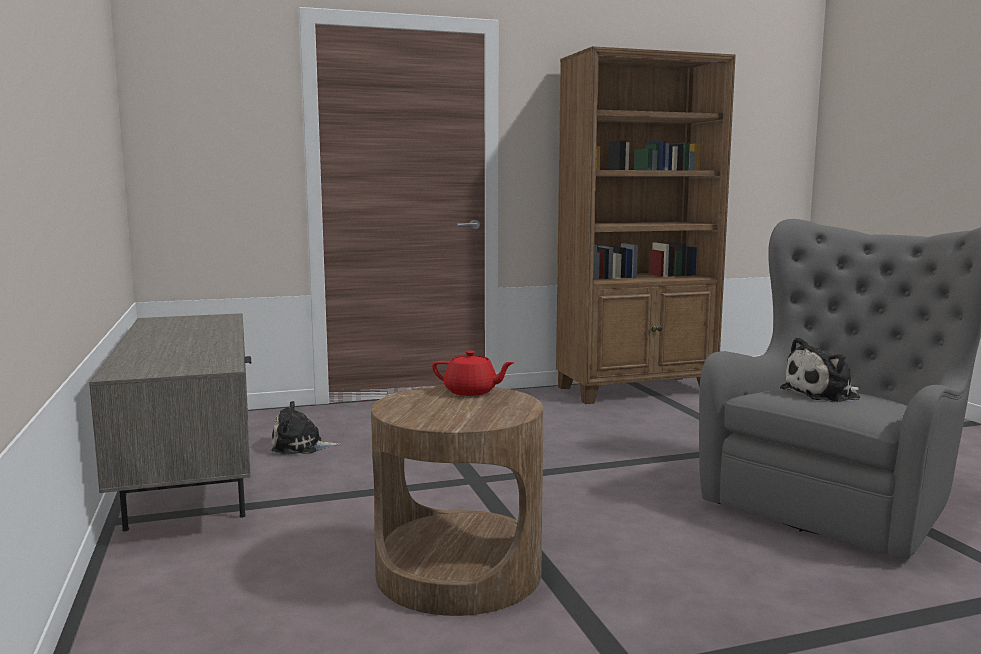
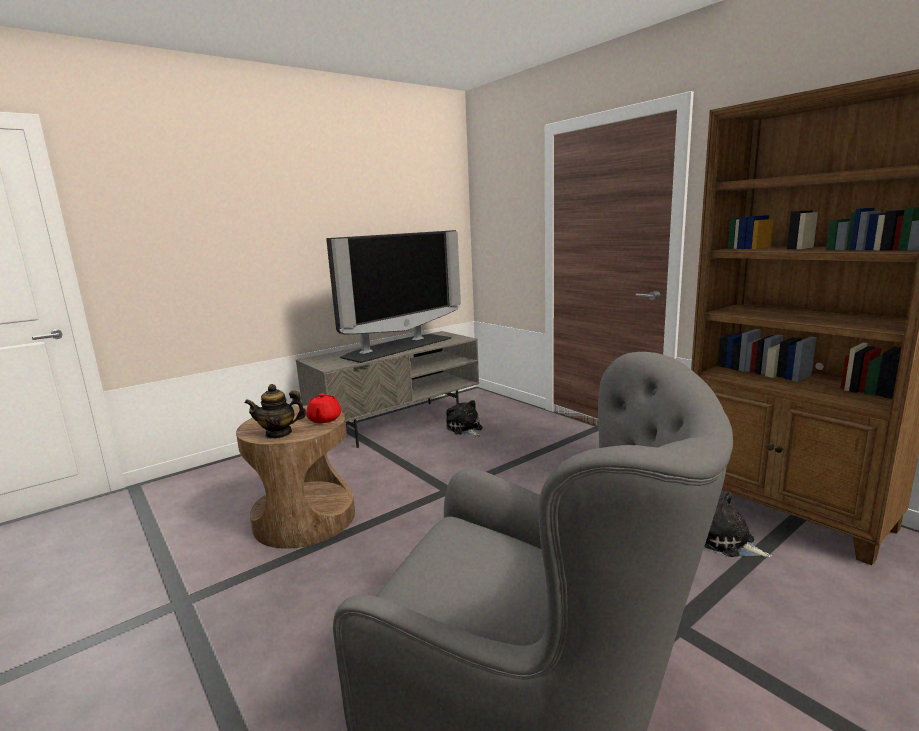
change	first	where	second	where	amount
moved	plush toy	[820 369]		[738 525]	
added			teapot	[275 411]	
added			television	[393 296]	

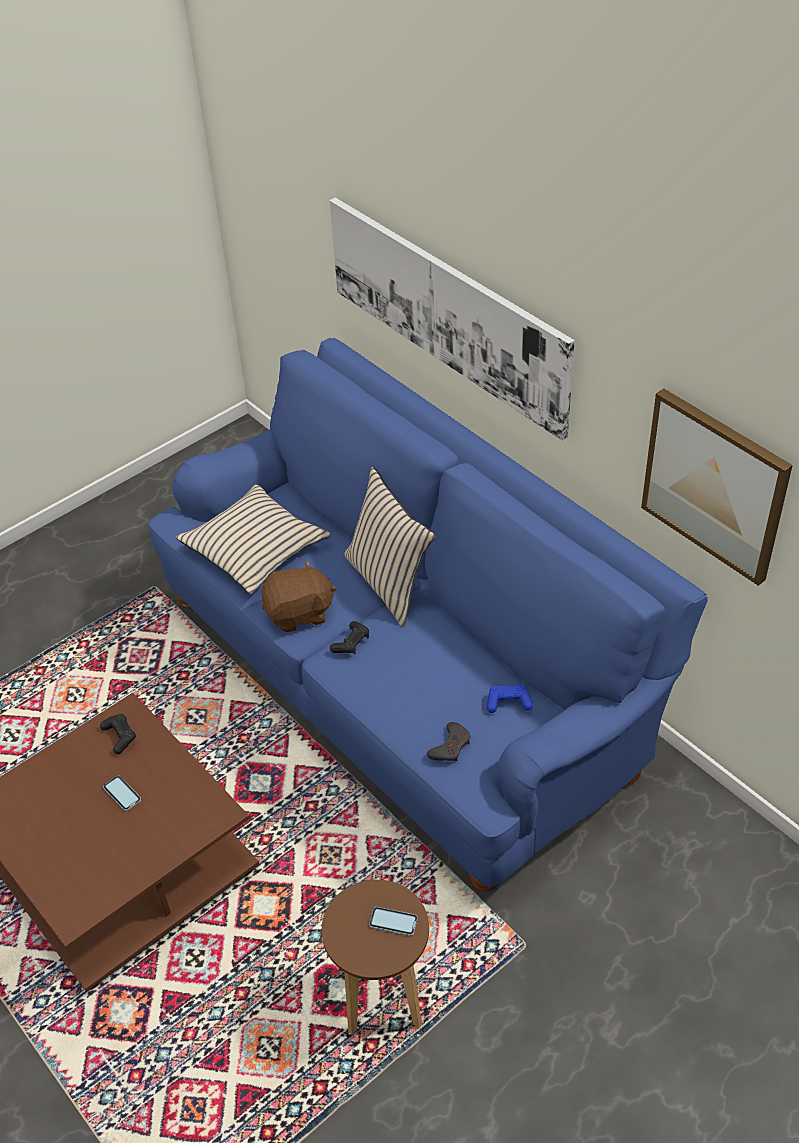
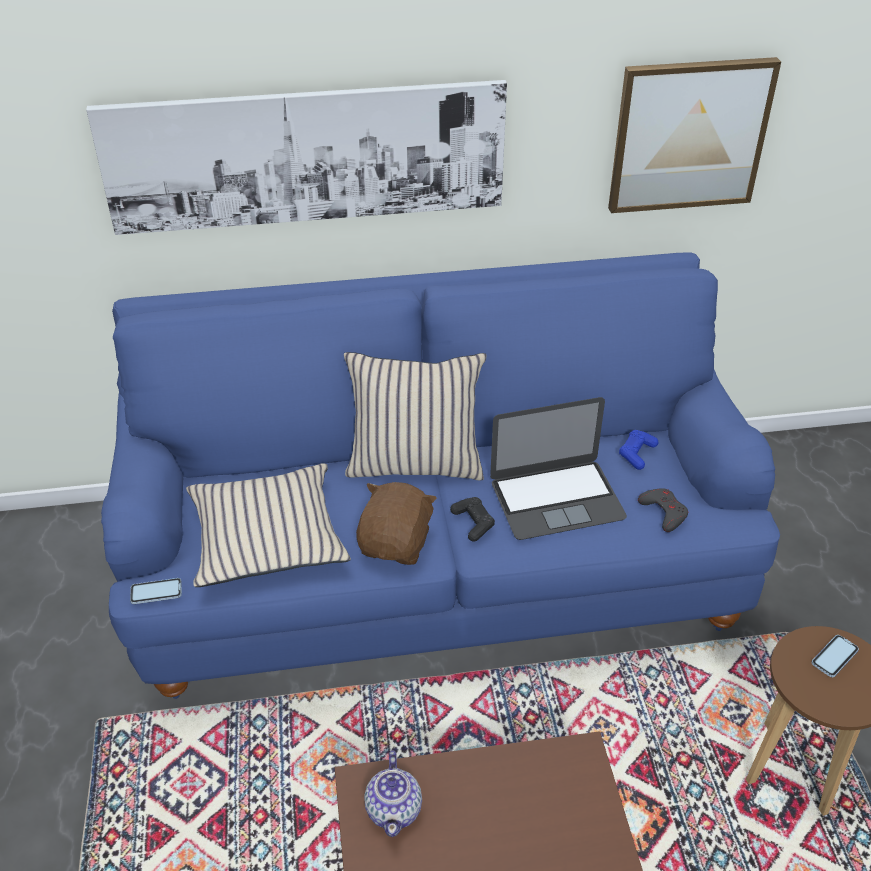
change	first	where	second	where	amount
replaced	black game controller	[118 734]	teapot	[393 794]	
moved	phone	[122 793]		[156 591]	
added			laptop	[558 468]	

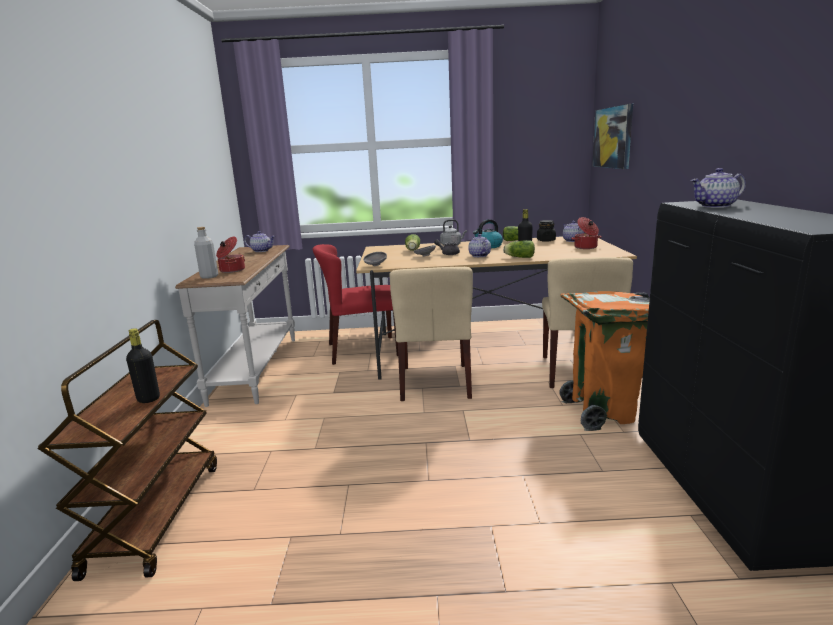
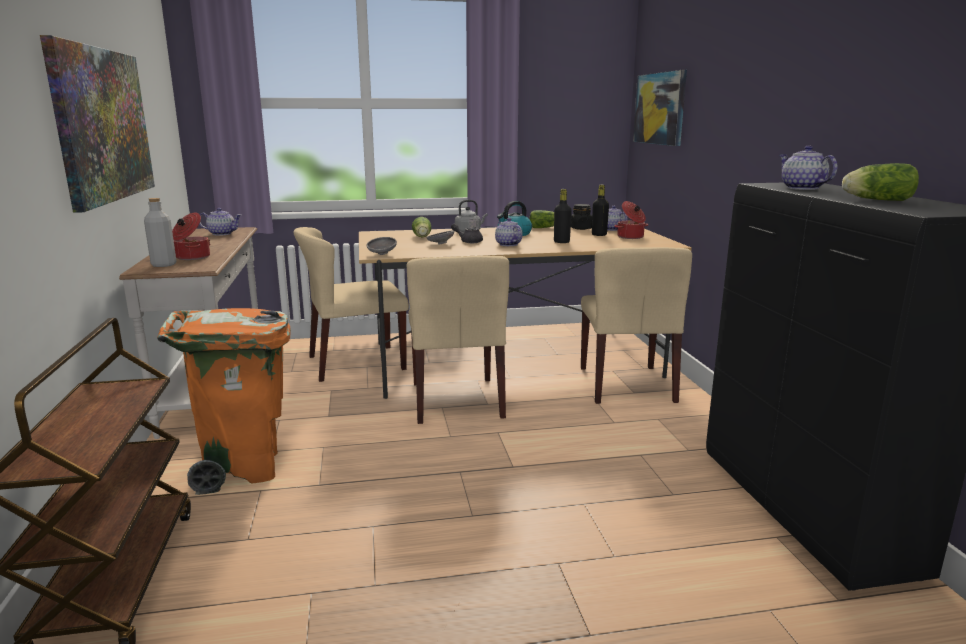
change	first	where	second	where	amount
moved	black bottle	[143 365]		[600 210]	
recoloured	red chair	[355 304]	beige chair	[351 304]	
moved	lettuce	[519 249]		[880 182]	
moved	orange trash can	[604 361]		[224 401]	
turned	teapot	[718 188]		[808 168]	90 degrees clockwise
added			picture	[97 124]	

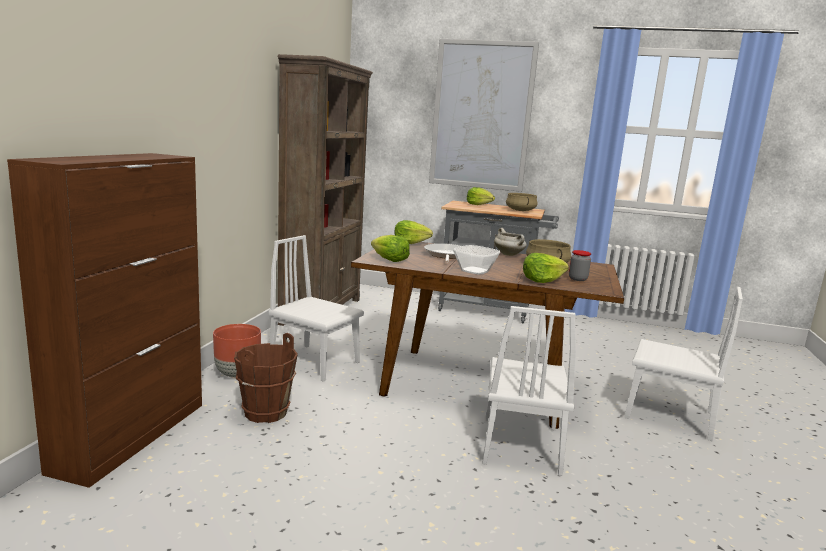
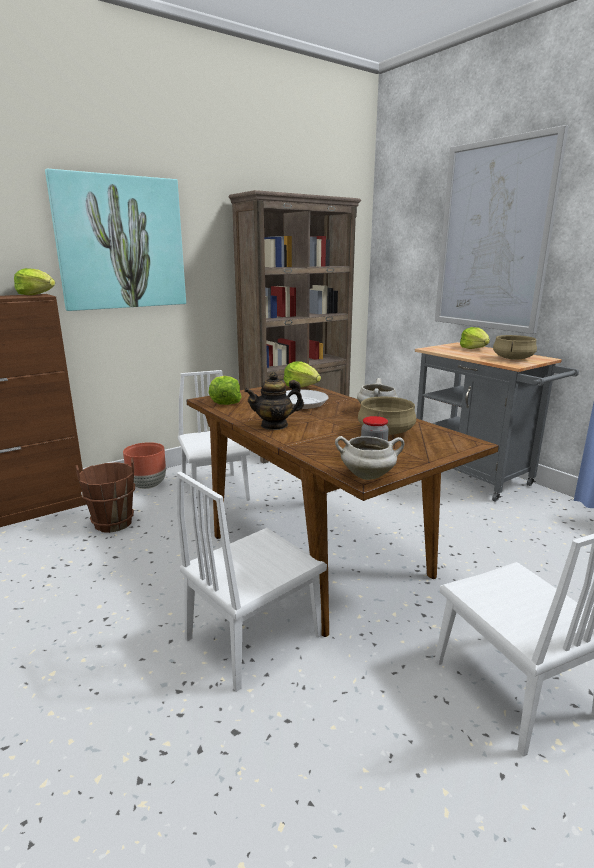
change	first	where	second	where	amount
replaced	bowl	[476 259]	teapot	[274 401]	
moved	lettuce	[546 268]		[34 281]	
added			picture	[115 240]	
added			white cooking pot	[369 458]	

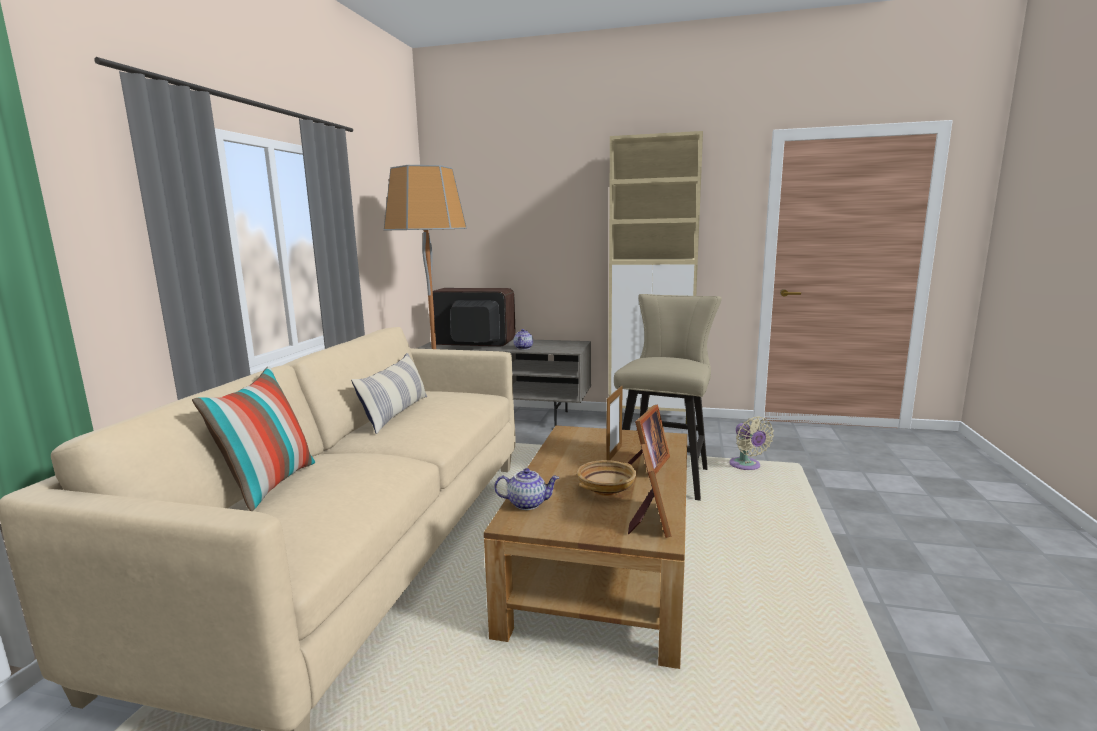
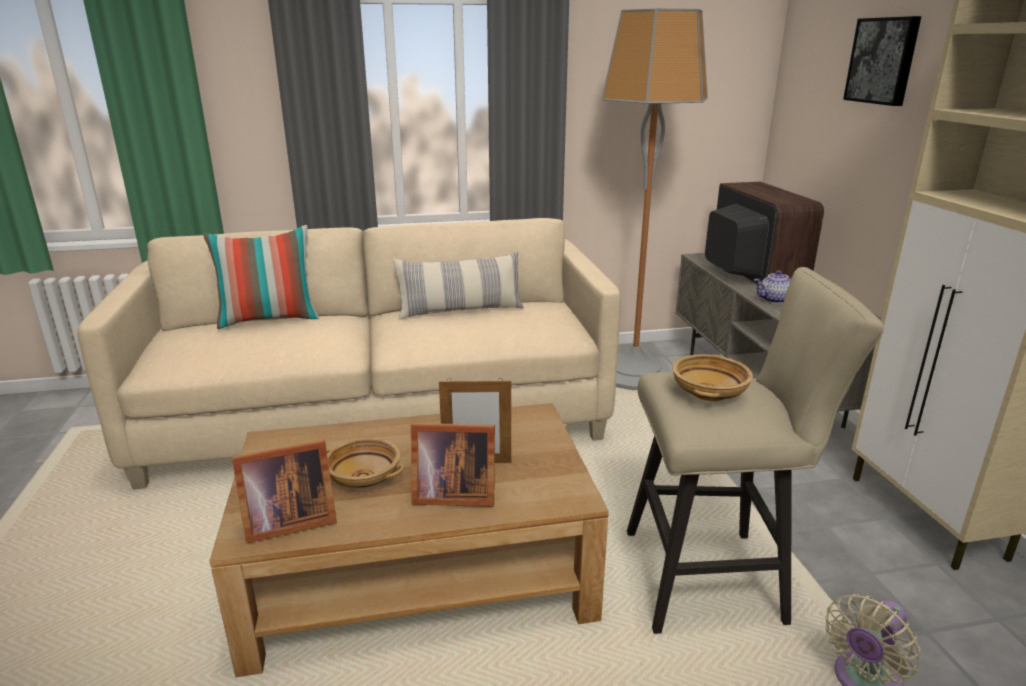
change	first	where	second	where	amount
removed	teapot	[526 489]			
added			beige bowl	[712 377]	
added			picture	[882 61]	

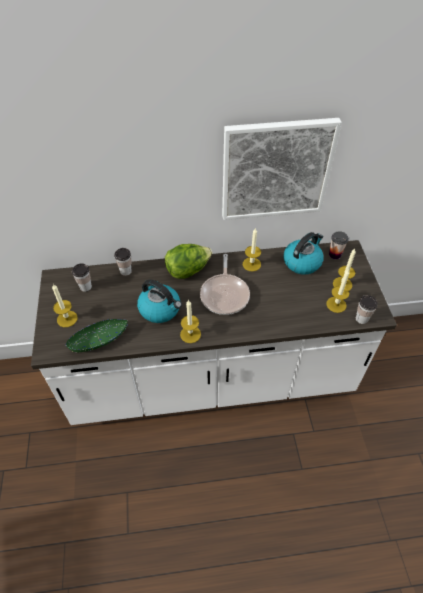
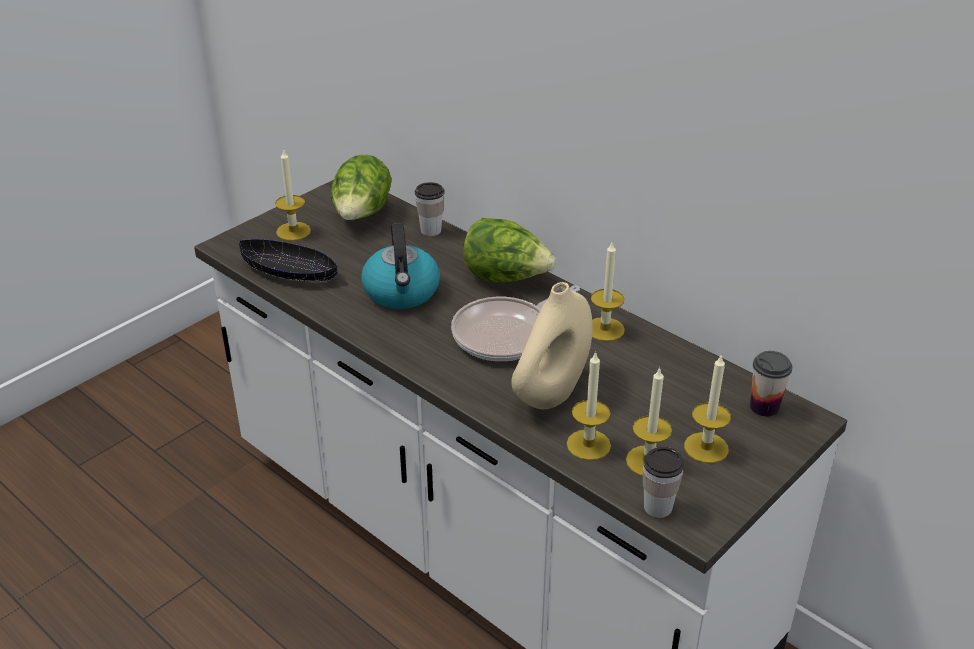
change	first	where	second	where	amount
recoloured	green bowl	[97 335]	black bowl	[288 260]	
replaced	cup	[82 277]	lettuce	[360 187]	
moved	candle	[190 321]		[589 406]	
removed	picture	[282 169]			
removed	kettle	[304 253]			
added			beige vase	[552 345]	

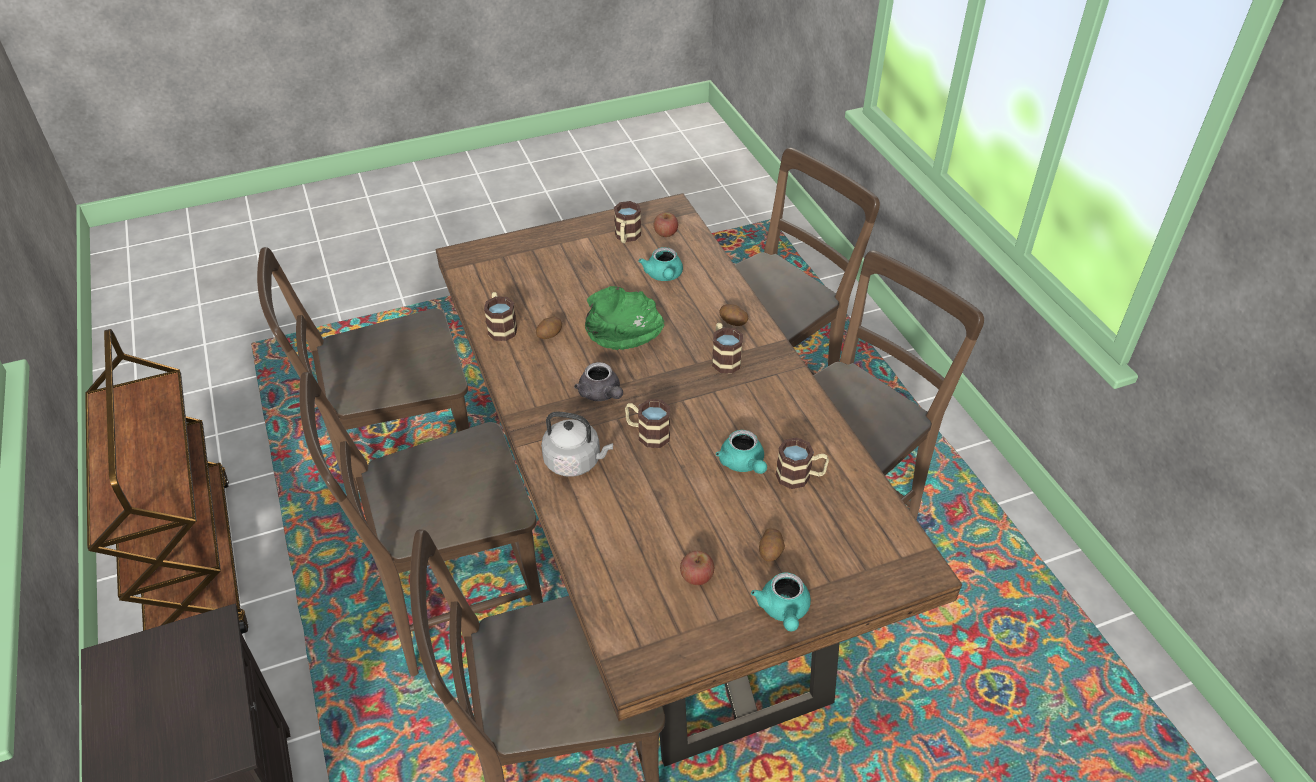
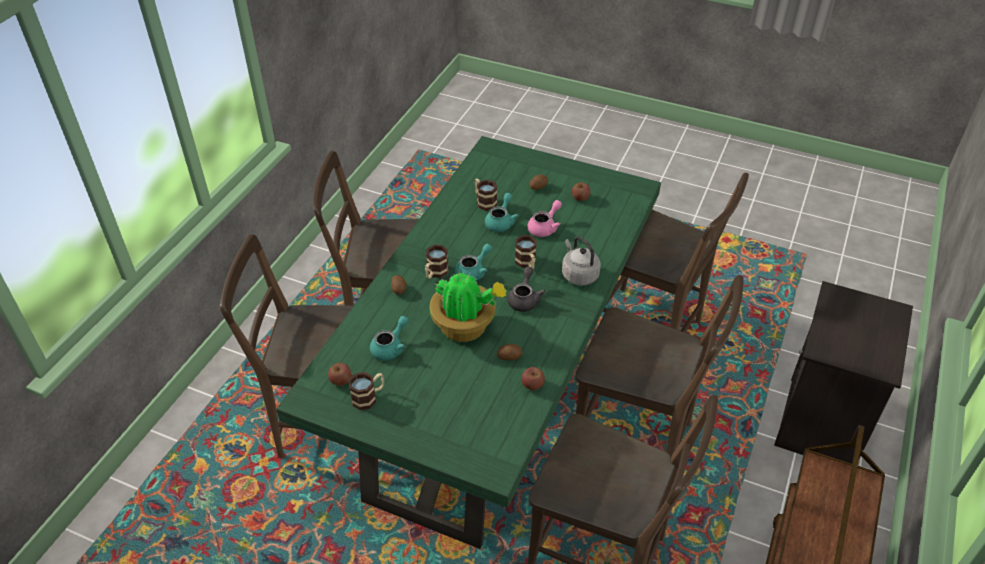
change	first	where	second	where	amount
recoloured	brown dining table	[699 480]	green dining table	[468 342]	
replaced	mug	[500 316]	apple	[533 378]	
replaced	green bowl	[625 318]	potted plant	[468 307]	
moved	turquoise teapot	[781 602]		[473 262]	
added			pink teapot	[545 218]	

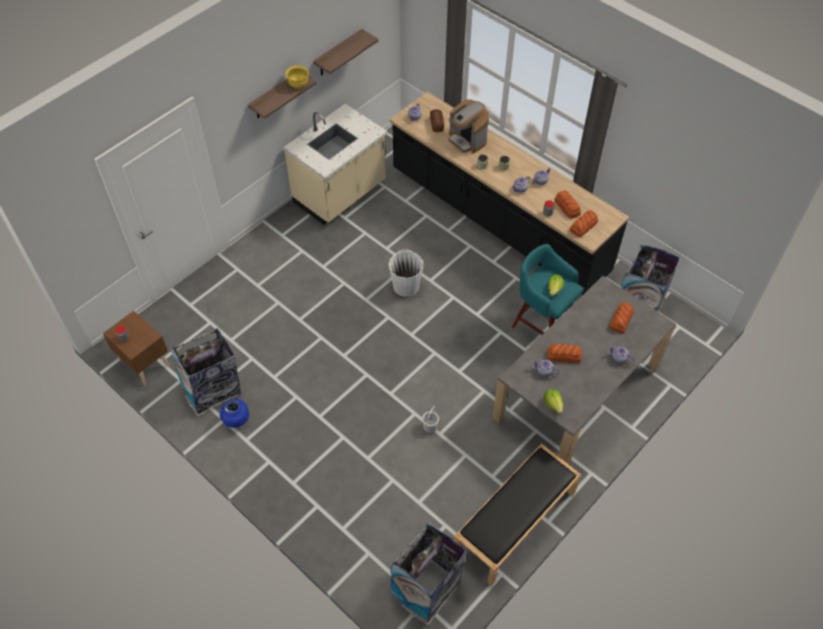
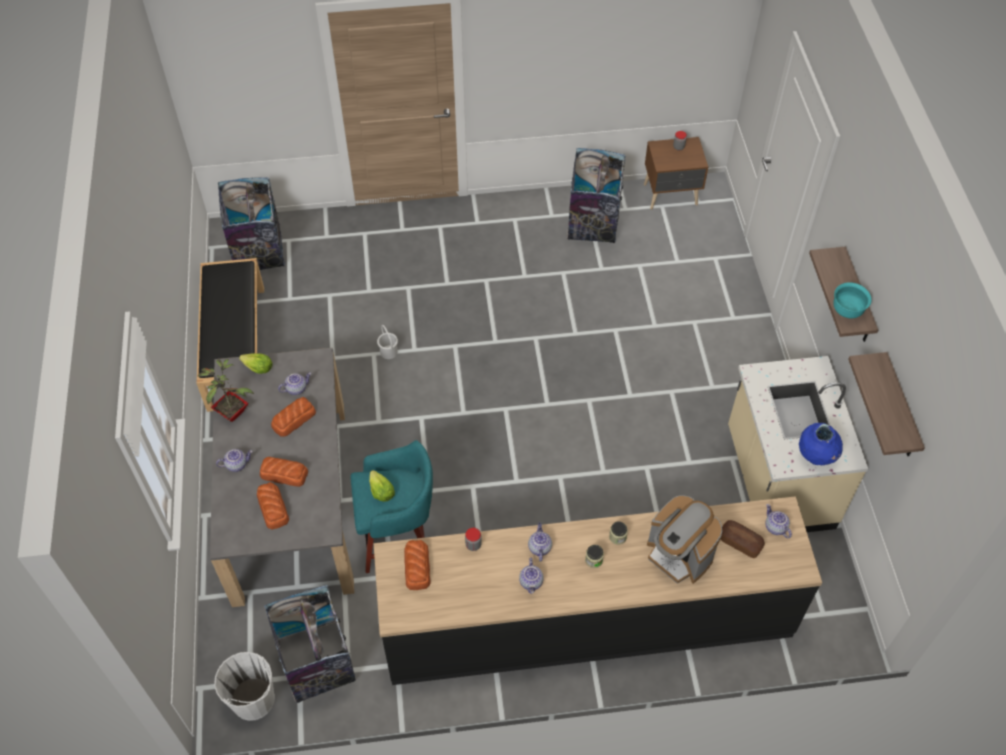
change	first	where	second	where	amount
moved	blue vase	[234 413]		[821 444]	
recoloured	yellow bowl	[297 76]	turquoise bowl	[852 300]	
moved	white bucket	[406 273]		[244 686]	
turned	coffee machine	[468 126]		[685 539]	135 degrees counterclockwise
moved	bread	[568 204]		[284 472]	
added			potted plant	[225 390]	

